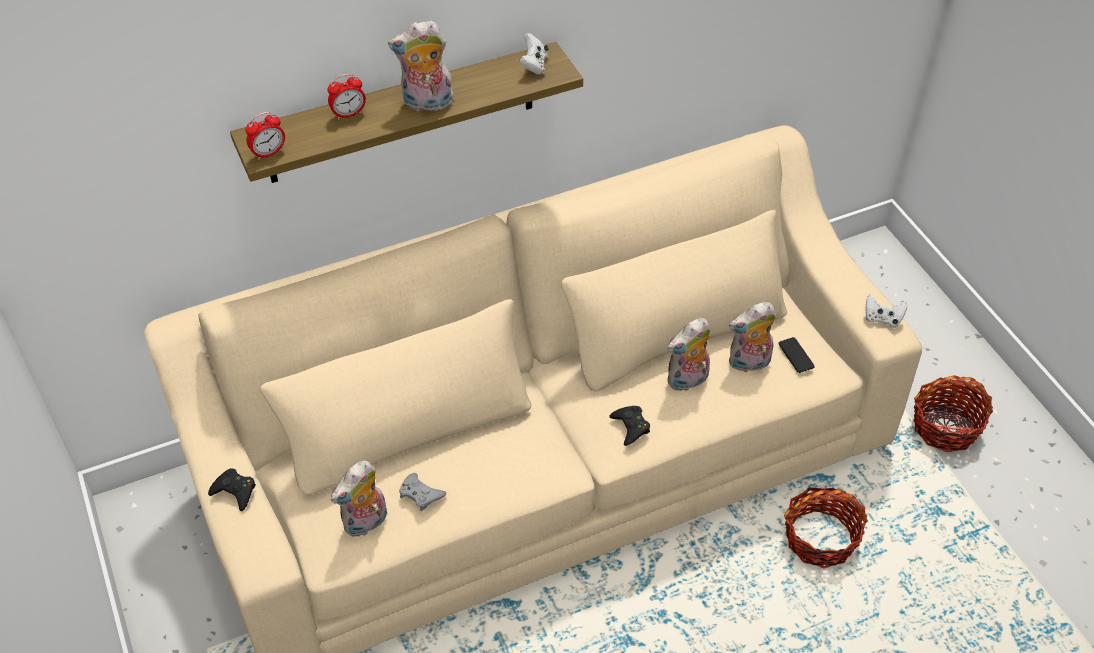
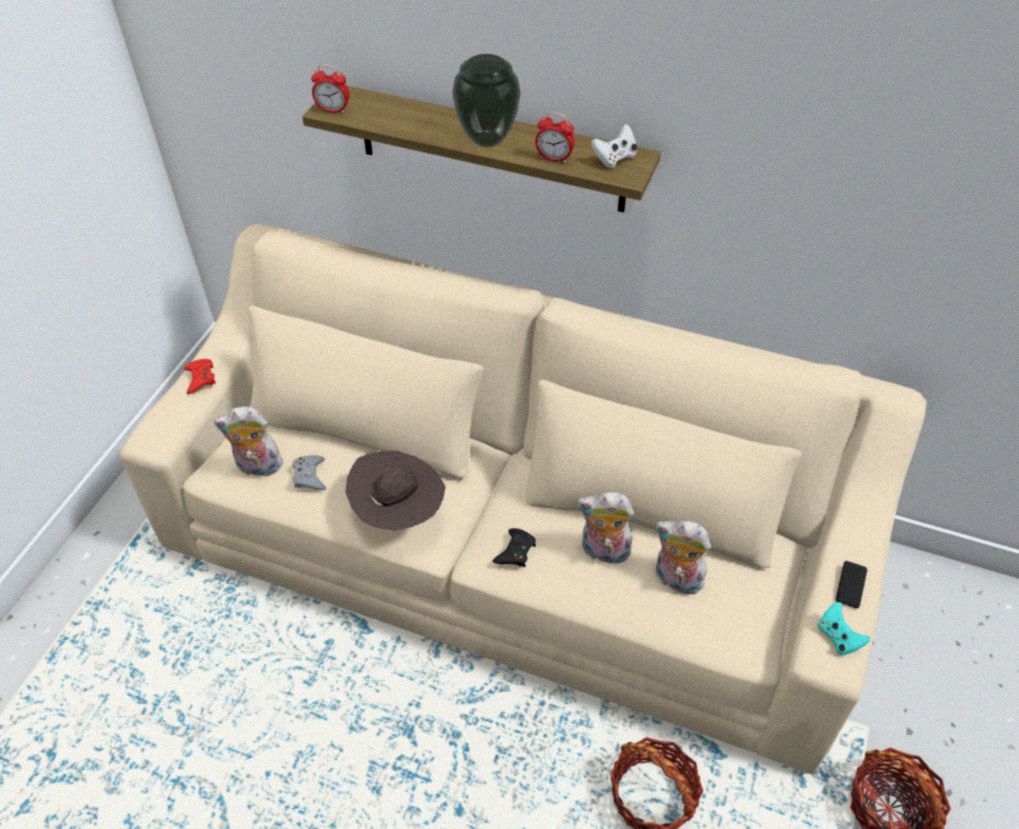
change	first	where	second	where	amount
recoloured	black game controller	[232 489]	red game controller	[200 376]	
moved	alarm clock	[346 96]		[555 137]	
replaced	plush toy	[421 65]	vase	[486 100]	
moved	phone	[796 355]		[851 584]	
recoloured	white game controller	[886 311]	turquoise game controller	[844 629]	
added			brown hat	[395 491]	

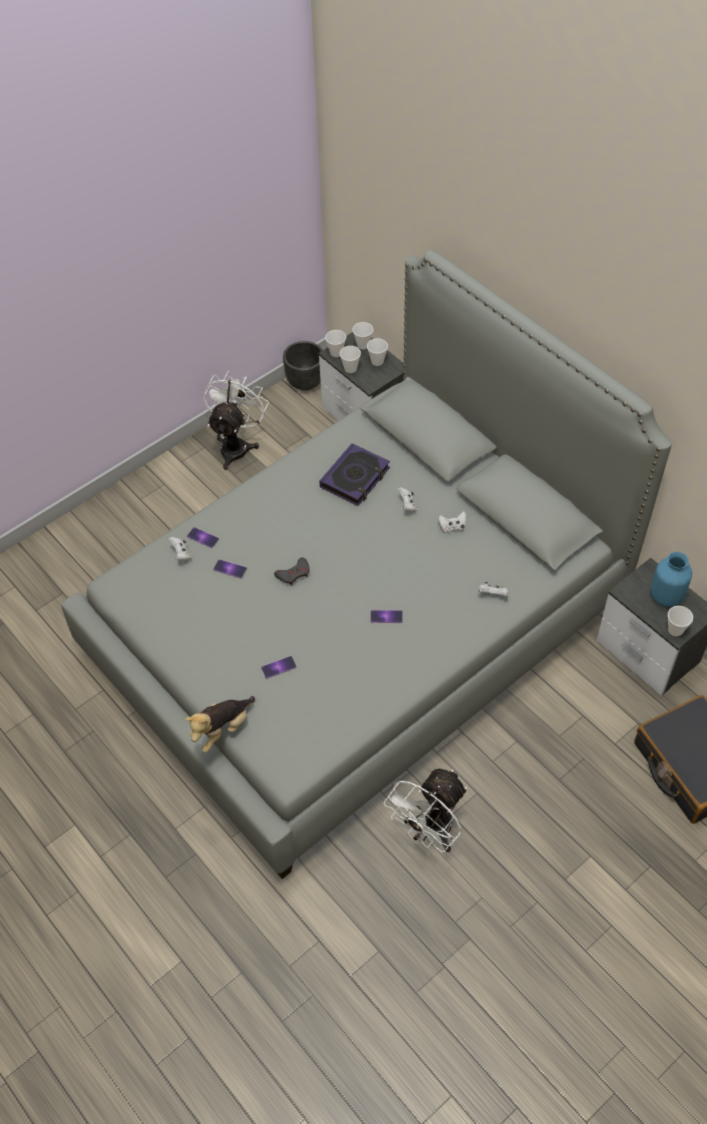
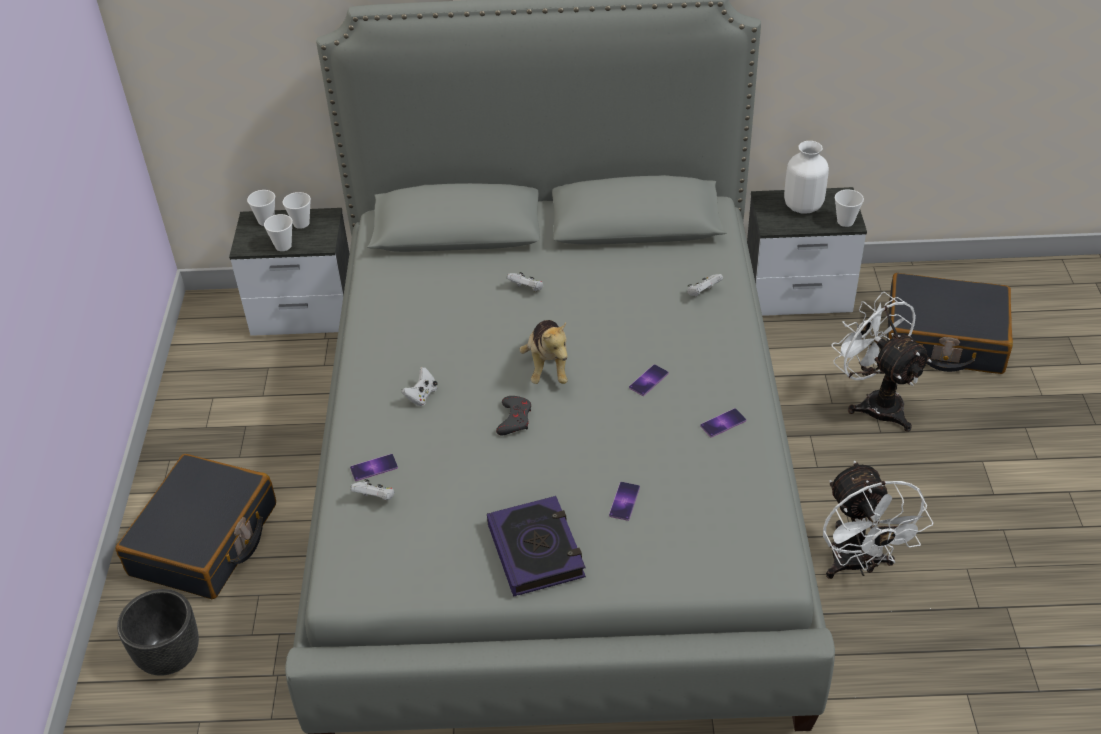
change	first	where	second	where	amount
moved	plush toy	[220 724]		[543 352]	
moved	white fan	[236 420]		[881 362]	
moved	phone	[230 568]		[723 423]	
moved	black planter	[303 366]		[158 632]	
moved	book	[355 474]		[536 546]	
removed	cup	[335 343]			
moved	white game controller	[452 522]		[419 386]	
recoloured	blue vase	[671 579]	white vase	[806 177]	
added			black suitcase	[196 526]	

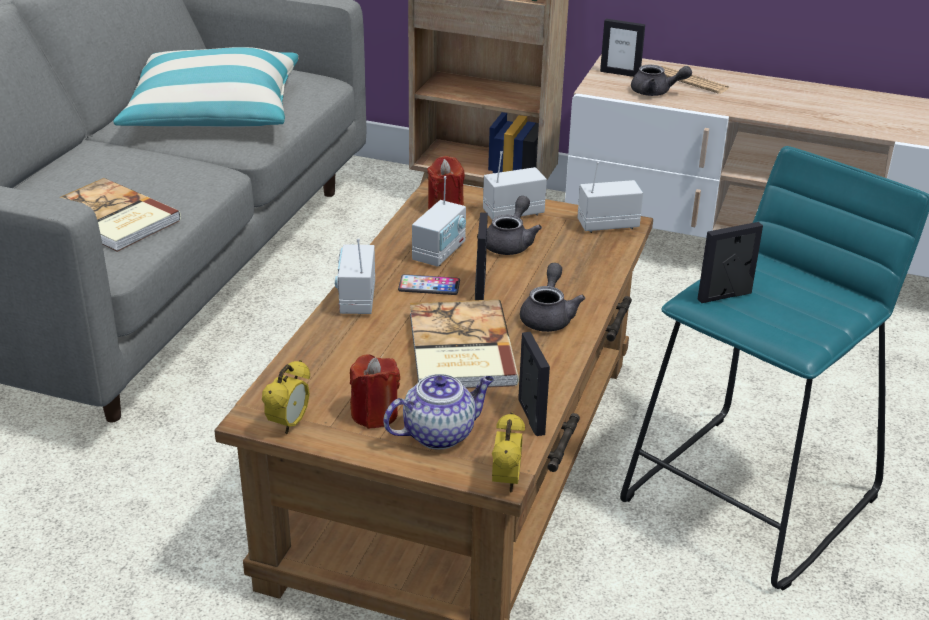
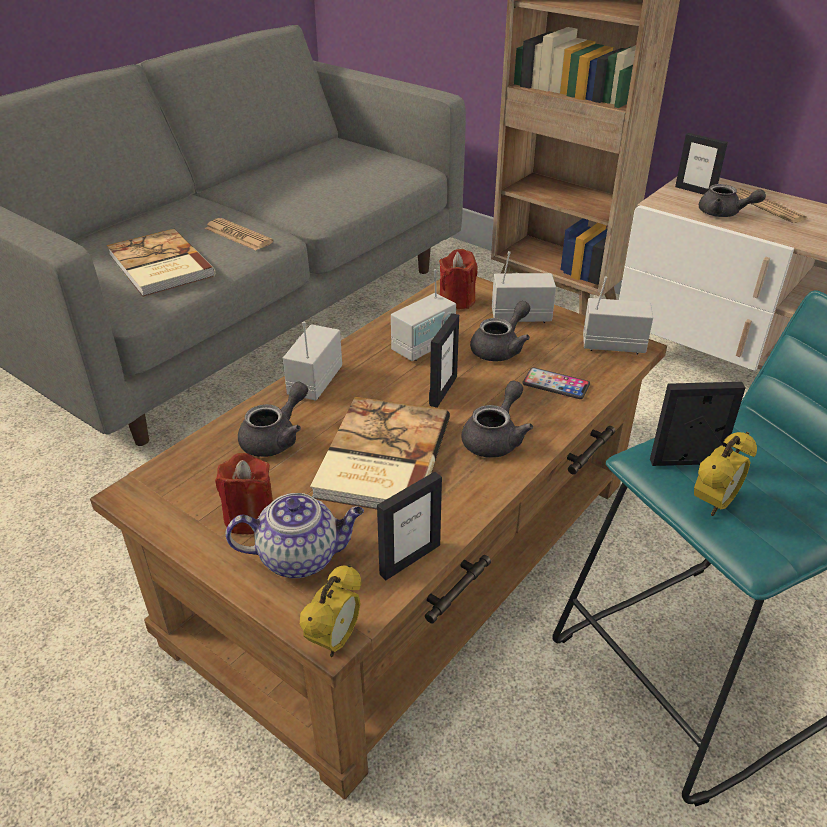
change	first	where	second	where	amount
removed	pillow	[206 87]			
moved	alarm clock	[286 397]		[725 474]	
moved	phone	[429 284]		[556 383]	
turned	picture frame	[534 384]		[409 526]	45 degrees clockwise
added			newspaper	[239 234]	
added			grey teapot	[273 419]	

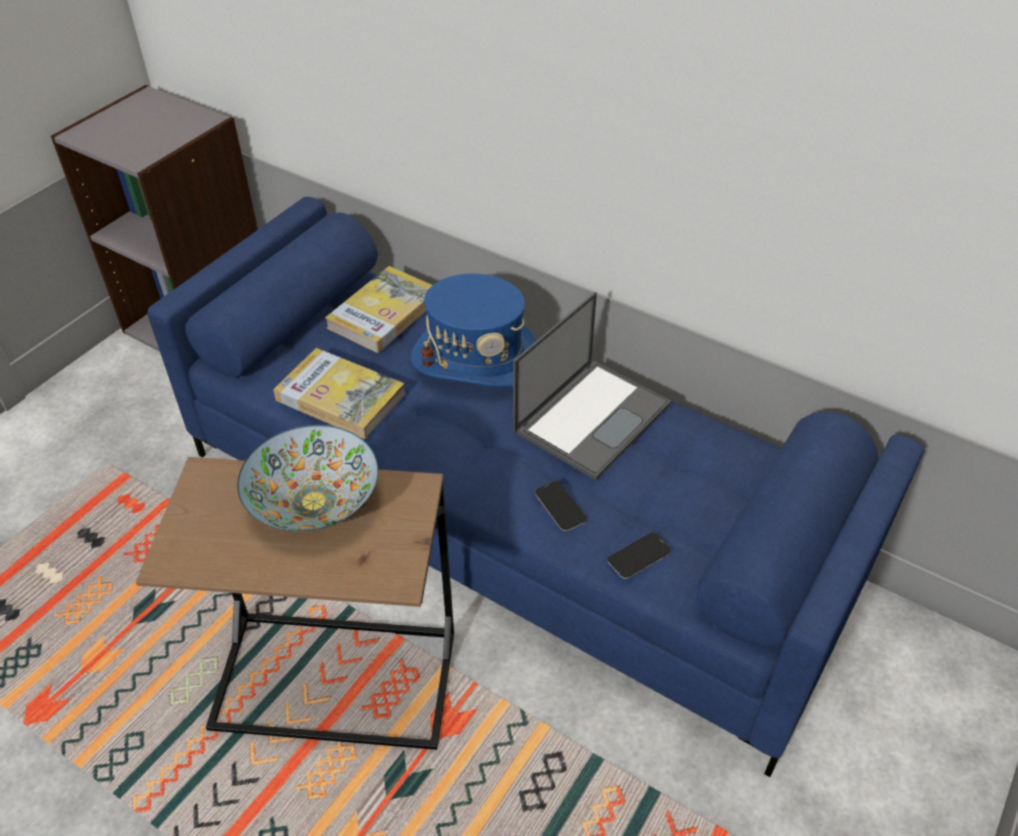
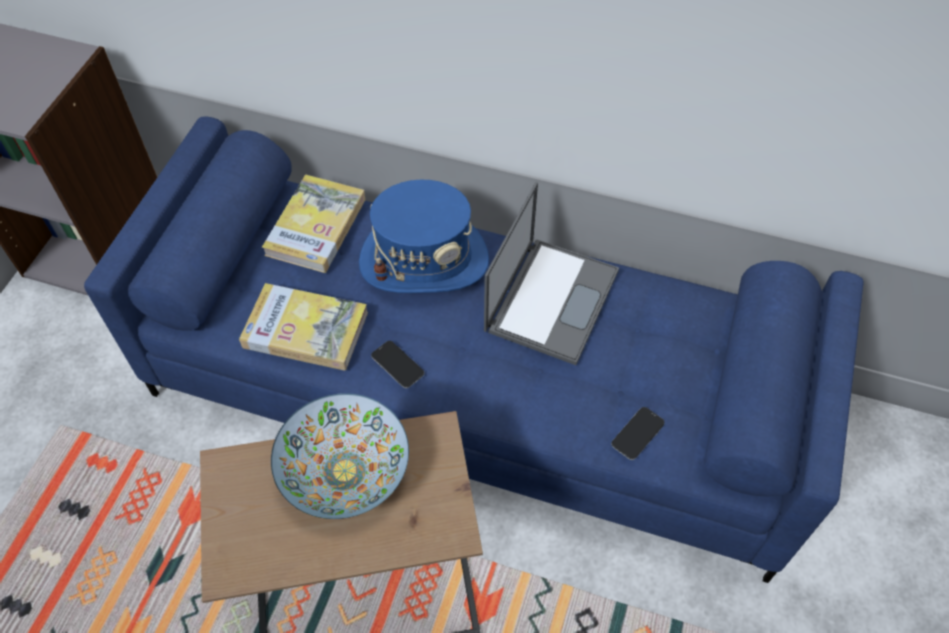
change	first	where	second	where	amount
moved	phone	[561 506]		[397 364]	

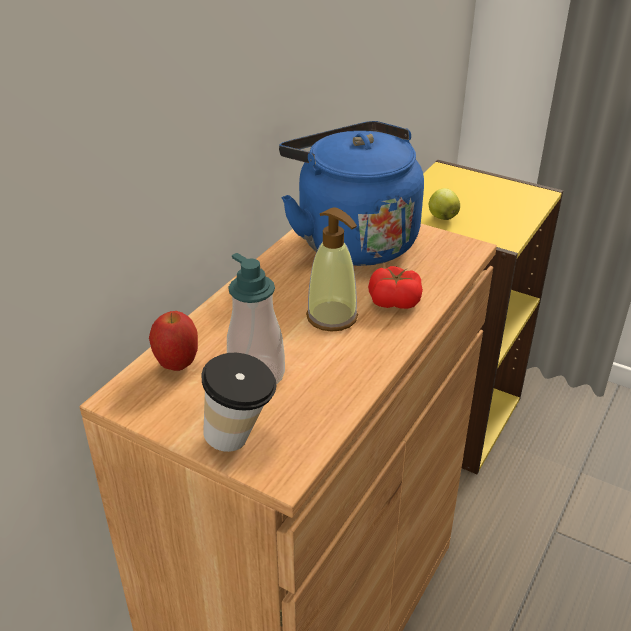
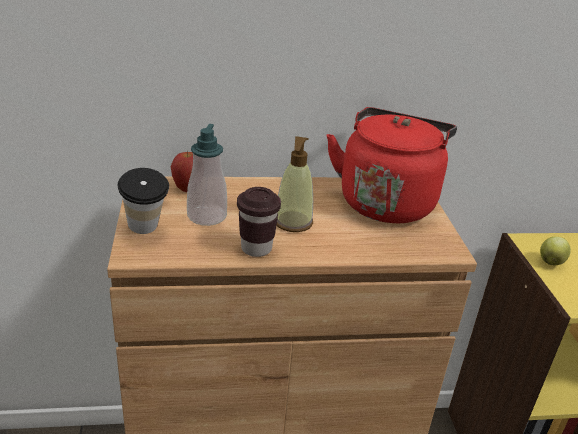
change	first	where	second	where	amount
recoloured	blue kettle	[351 193]	red kettle	[391 165]	
removed	tomato	[395 287]			
added			brown cup	[259 222]	

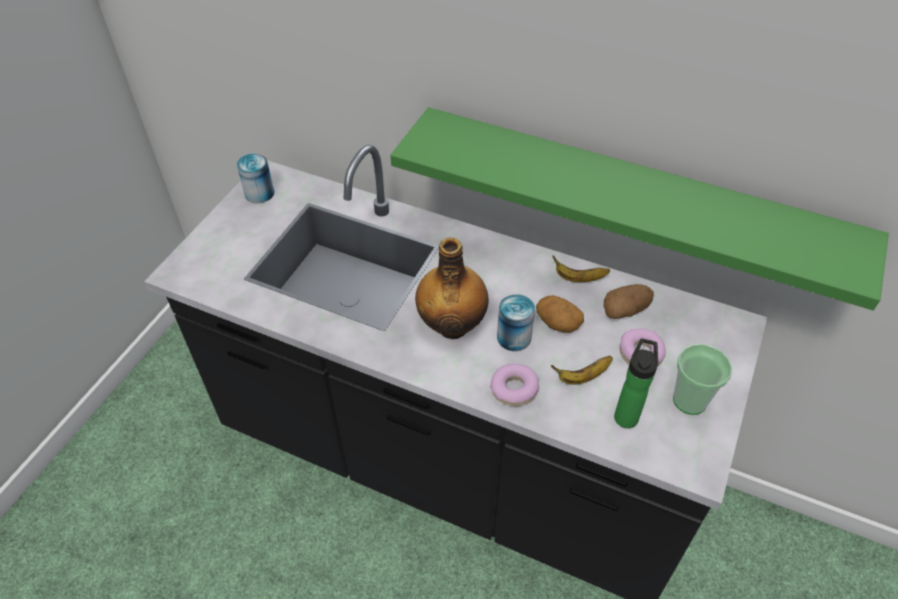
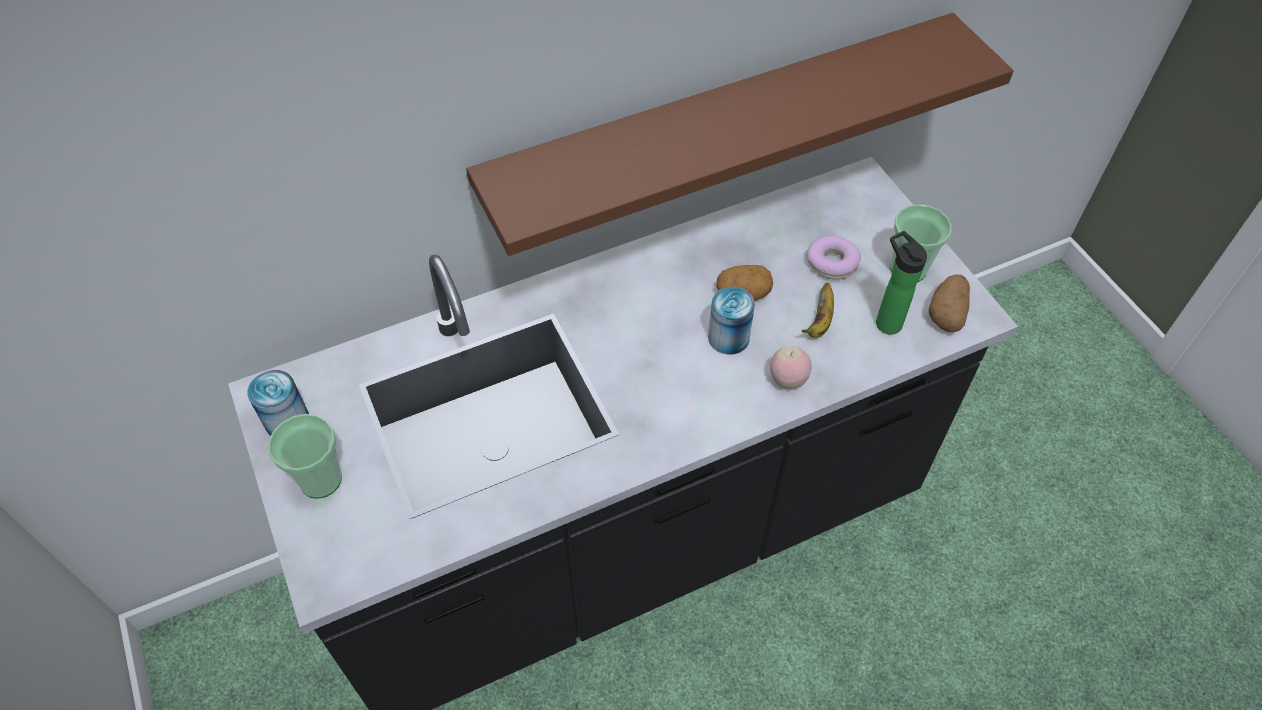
change	first	where	second	where	amount
recoloured	green shelf	[639 208]	brown shelf	[740 134]	
removed	bottle	[452 288]			
replaced	donut	[514 385]	apple	[791 367]	
removed	banana	[581 268]			
moved	potato	[629 301]		[949 303]	
added			cup	[305 456]	

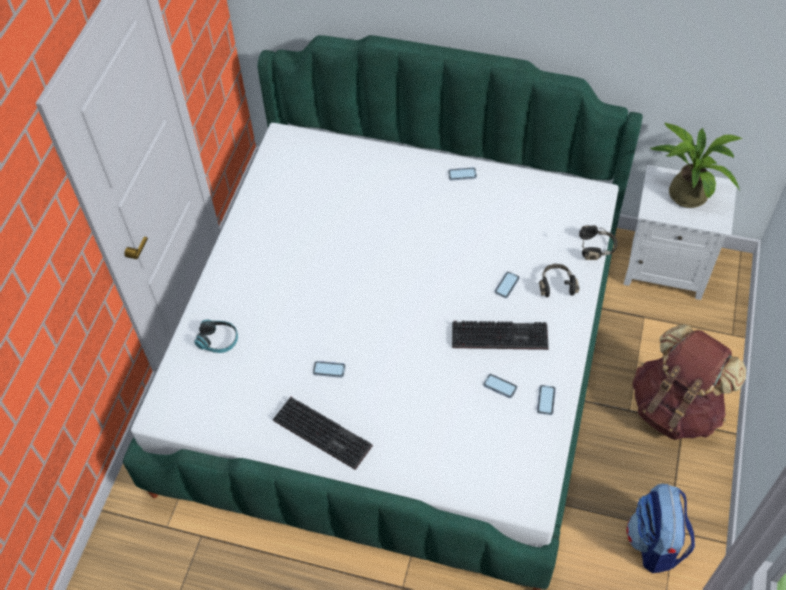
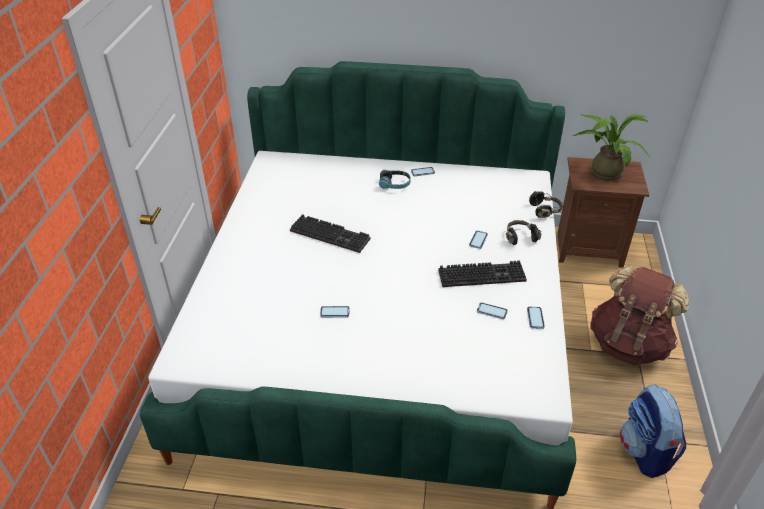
change	first	where	second	where	amount
moved	headphones	[216 336]		[395 179]	
moved	keyboard	[323 433]		[330 233]	
recoloured	white nightstand	[680 232]	brown nightstand	[603 212]	

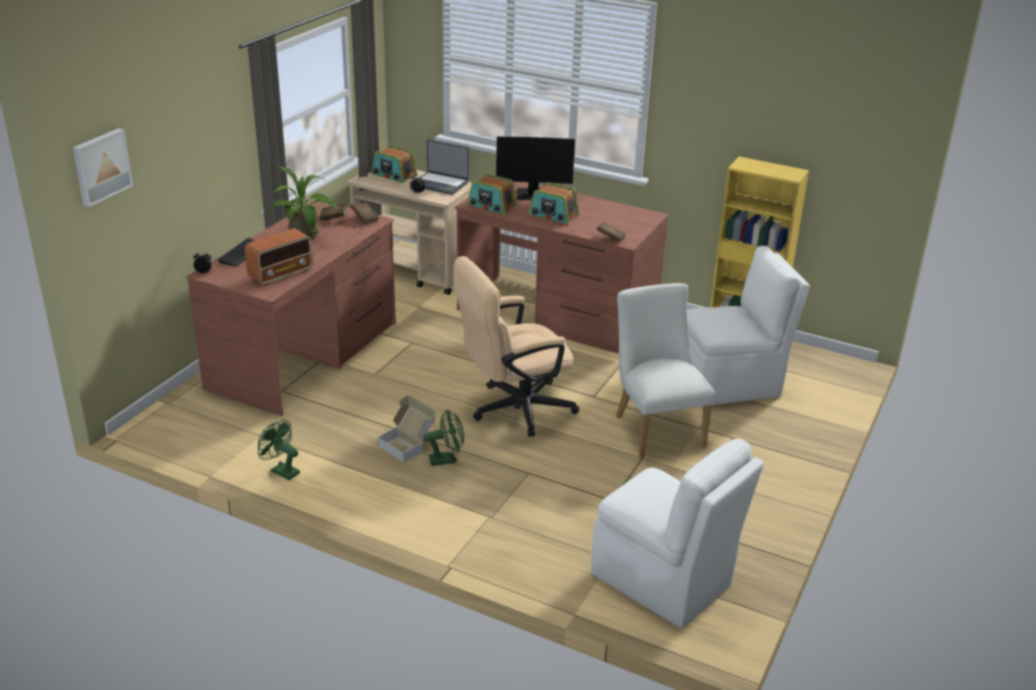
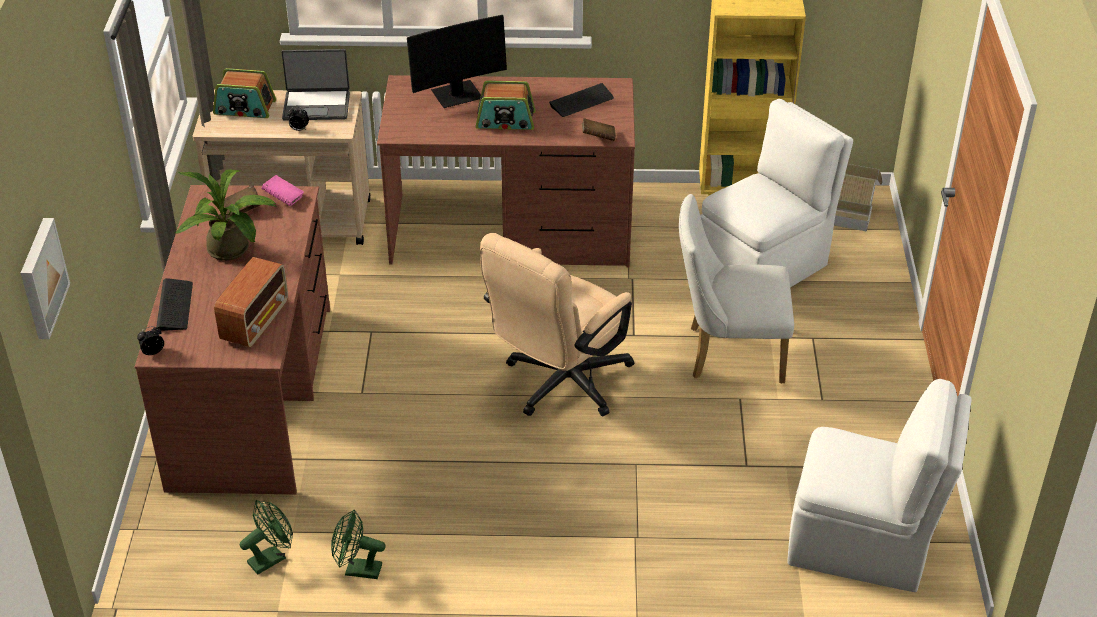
change	first	where	second	where	amount
recoloured	brown book	[365 213]	pink book	[282 190]	
moved	cardboard box	[406 429]		[858 198]	
moved	green fan	[443 437]		[266 537]	
removed	radio	[492 194]			
turned	white chair	[666 370]		[736 288]	45 degrees counterclockwise
added			keyboard	[581 100]	

